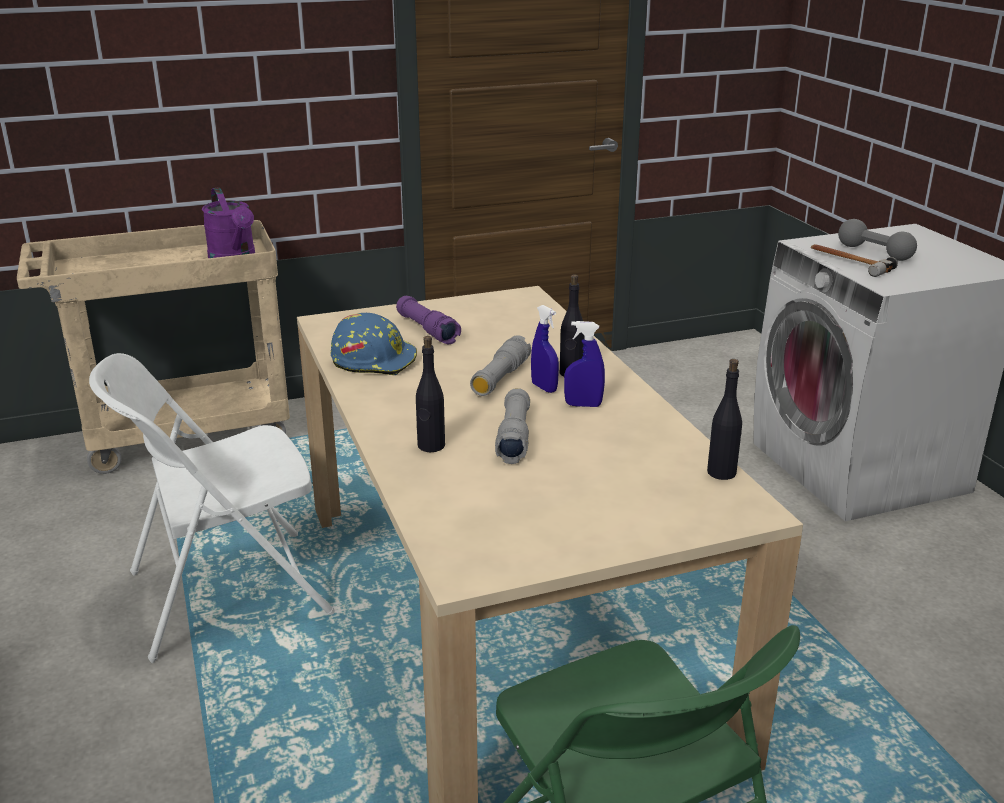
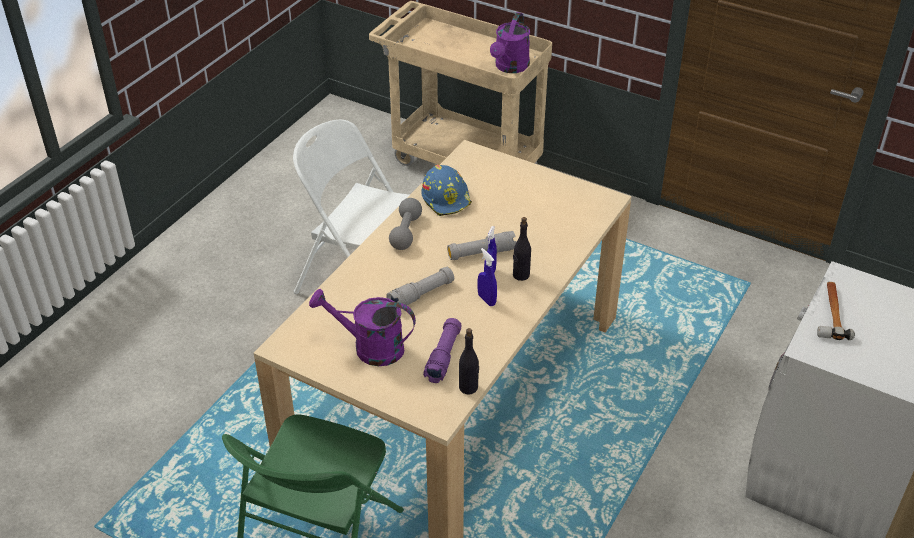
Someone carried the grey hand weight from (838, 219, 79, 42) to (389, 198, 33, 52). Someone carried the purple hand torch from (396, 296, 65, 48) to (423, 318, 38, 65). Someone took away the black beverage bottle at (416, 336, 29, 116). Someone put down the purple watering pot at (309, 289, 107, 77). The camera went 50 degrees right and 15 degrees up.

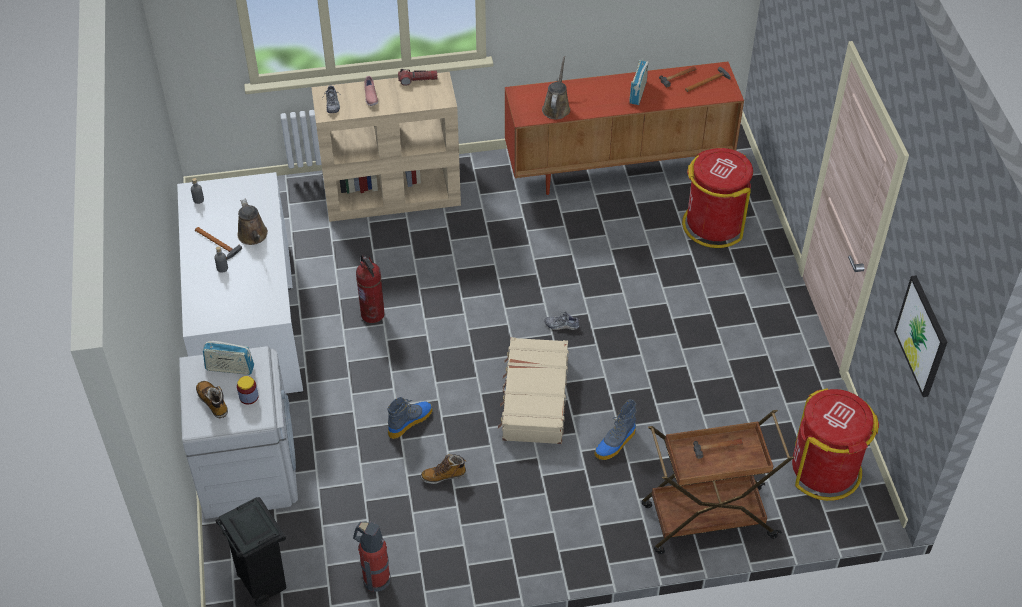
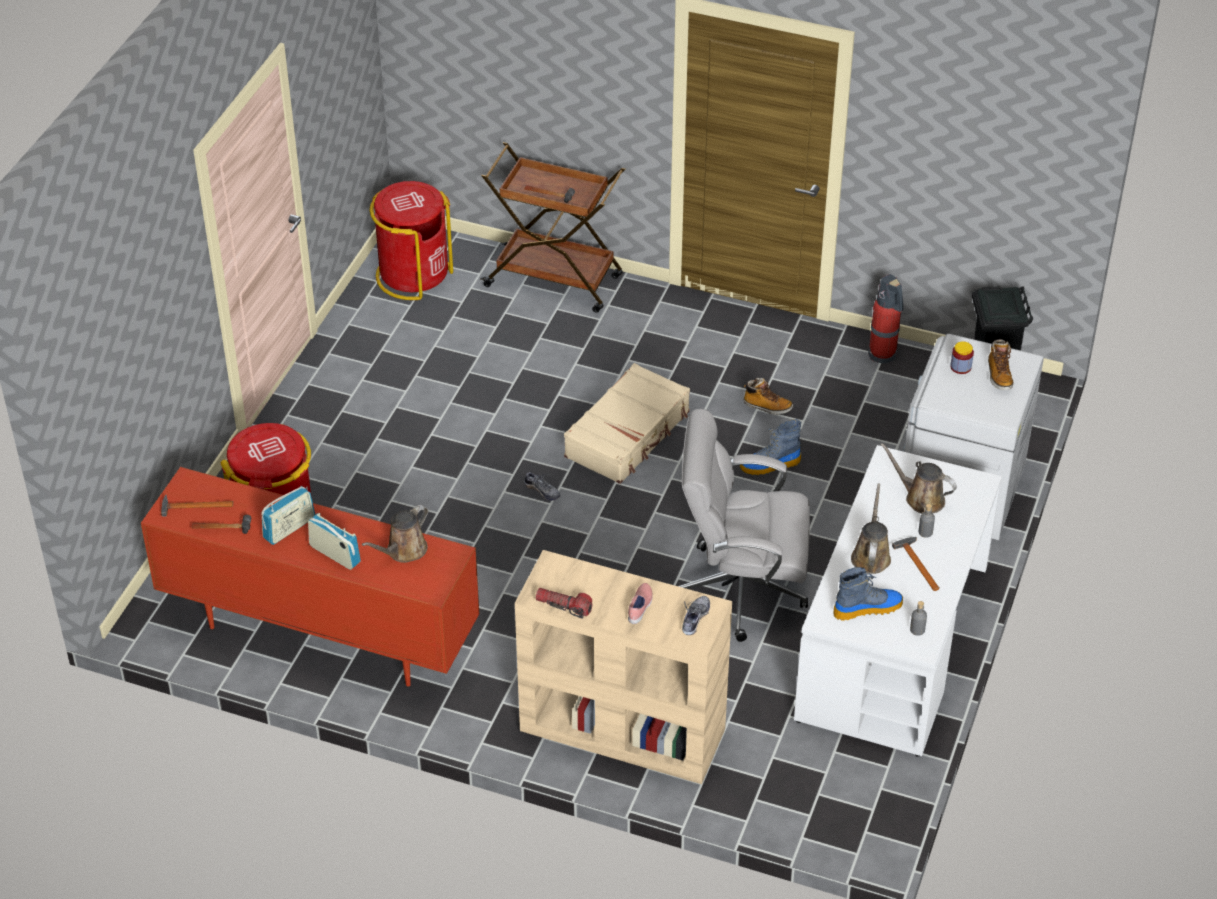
Someone swapped the extinguisher at (356, 254, 28, 69) for the grey computer chair at (678, 409, 132, 233). Someone took away the picture at (894, 275, 53, 122). Someone carried the radio from (203, 341, 51, 34) to (308, 513, 53, 57). Someone carried the boot from (594, 399, 42, 61) to (833, 567, 70, 54). Someone put down the brown watering pot at (880, 443, 77, 70). The camera went 150 degrees left and 5 degrees down.

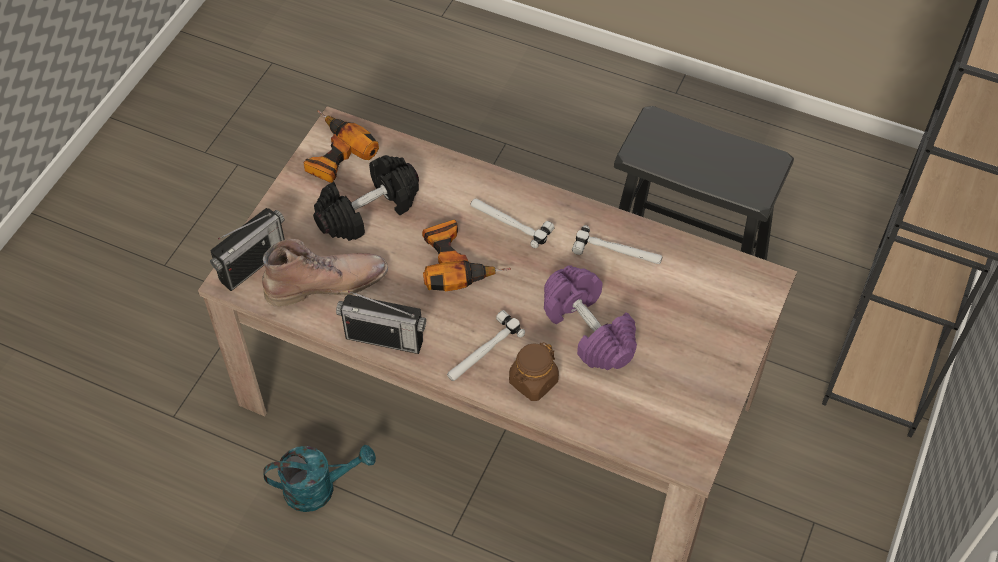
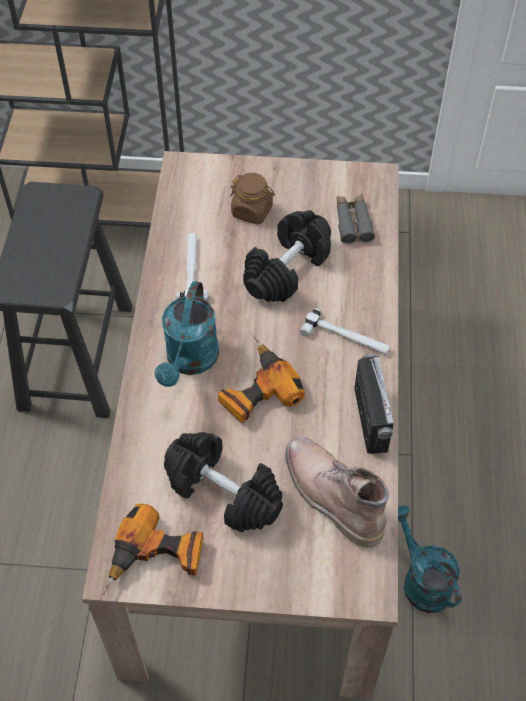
Someone swapped the hammer at (470, 198, 84, 50) for the turquoise watering pot at (155, 281, 64, 106). Someone took away the radio at (210, 208, 75, 83). Someone repainted the purple hand weight at (544, 265, 93, 105), which became the black hand weight at (243, 210, 88, 92). Someone carried the brown jar from (509, 342, 50, 59) to (230, 173, 45, 52). Someone put down the grey field glasses at (337, 194, 38, 50). The camera went 110 degrees left and 0 degrees up.

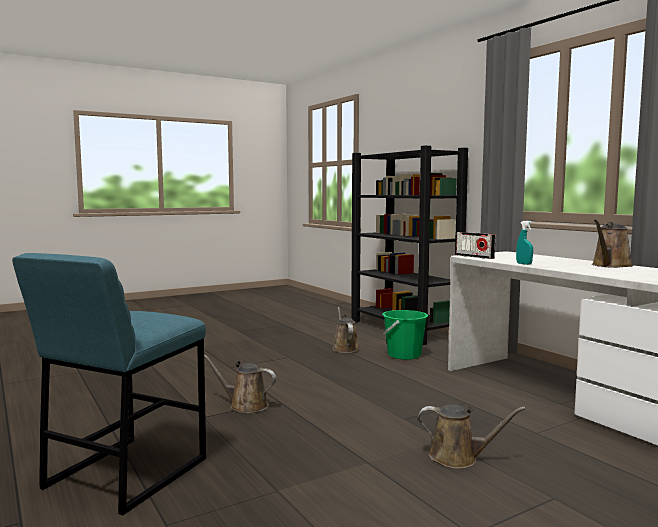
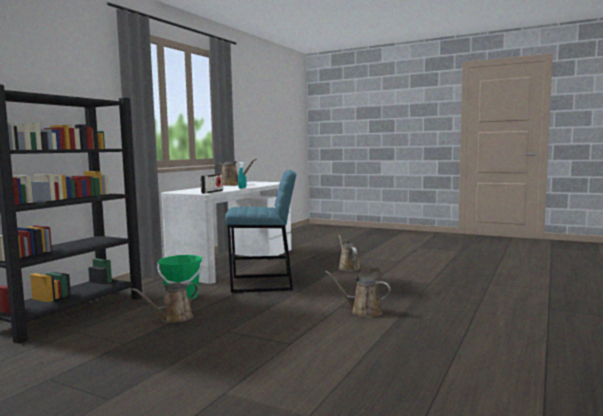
Someone carried the blue-coloured stool from (12, 253, 194, 262) to (225, 170, 72, 123). Someone rotated the brown watering pot at (204, 354, 72, 59) by 120 degrees clockwise. The camera went 120 degrees left and 0 degrees up.

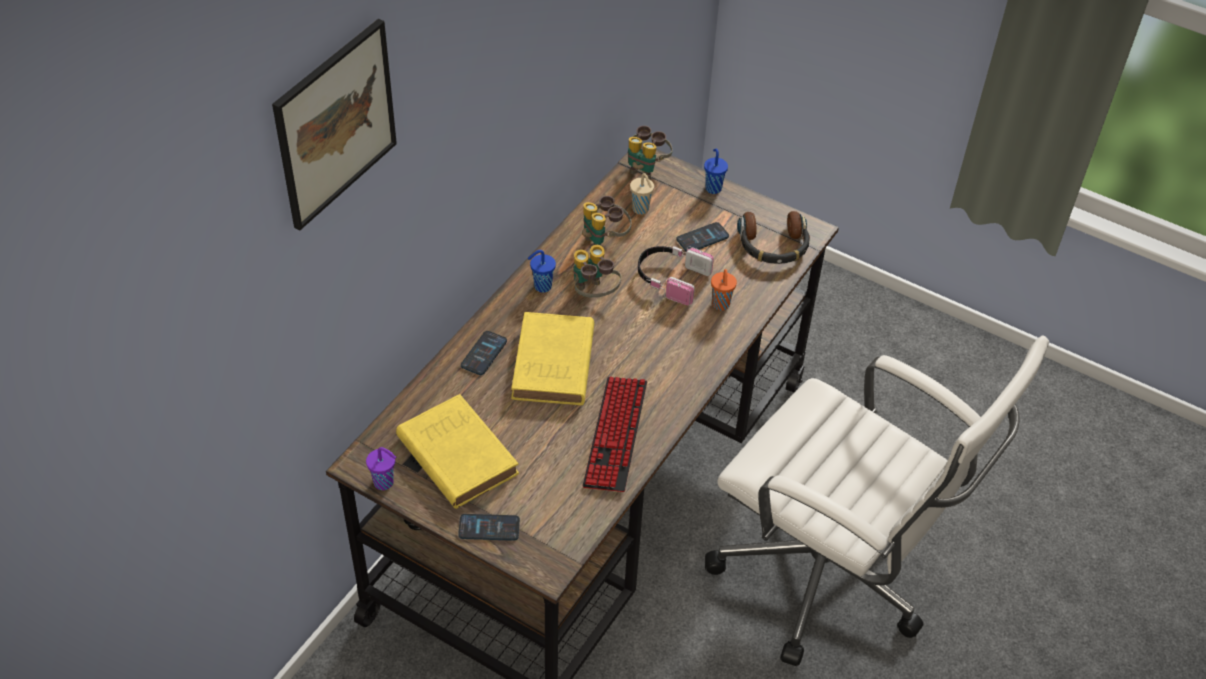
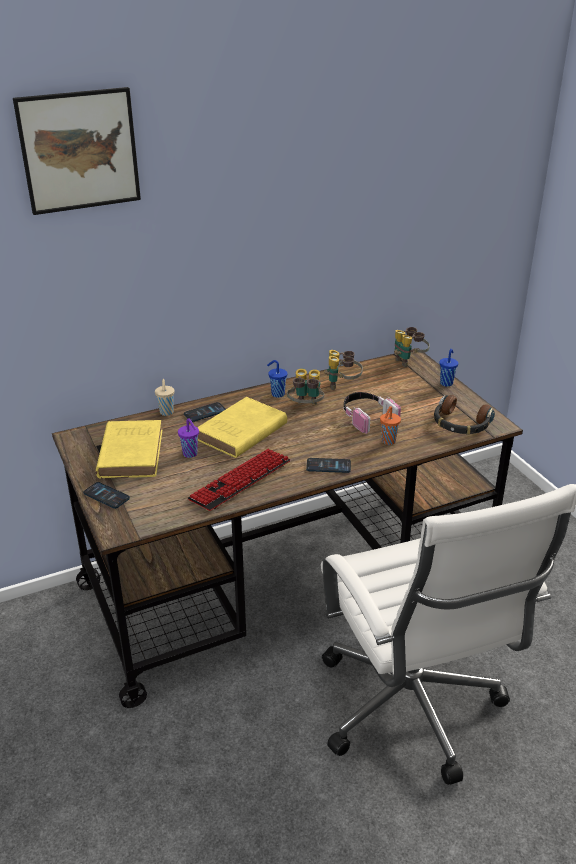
Someone carried the beige cup from (630, 173, 24, 41) to (155, 379, 19, 37). Someone carried the telephone from (676, 222, 53, 30) to (306, 458, 45, 15). Someone carried the purple cup from (366, 447, 30, 43) to (178, 418, 21, 40). The camera went 35 degrees right and 15 degrees down.

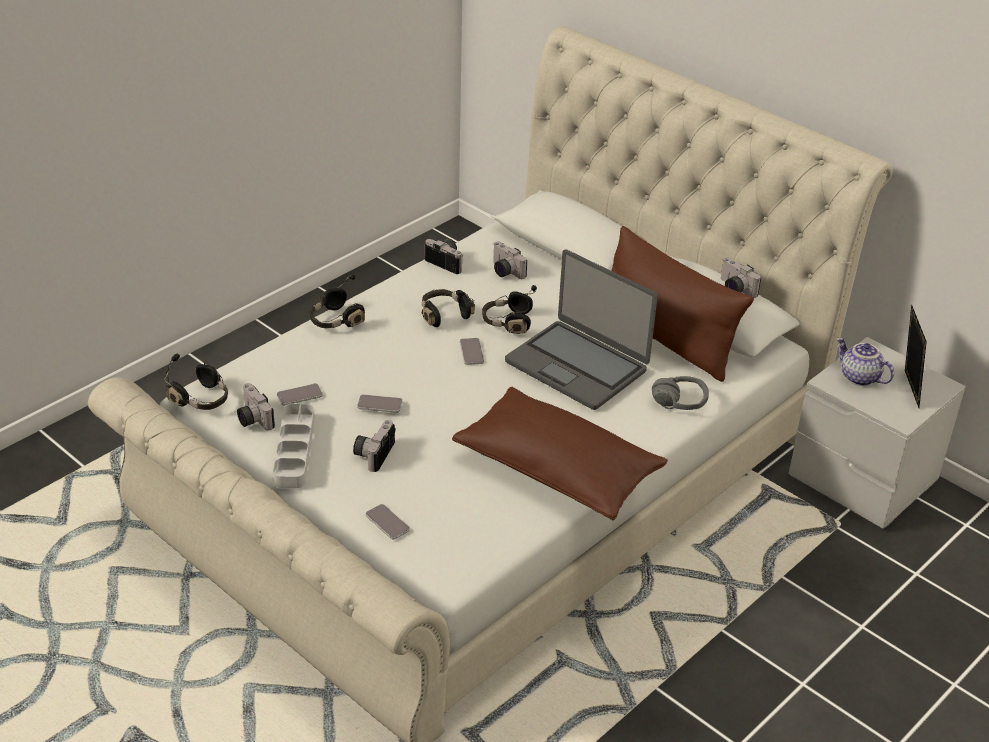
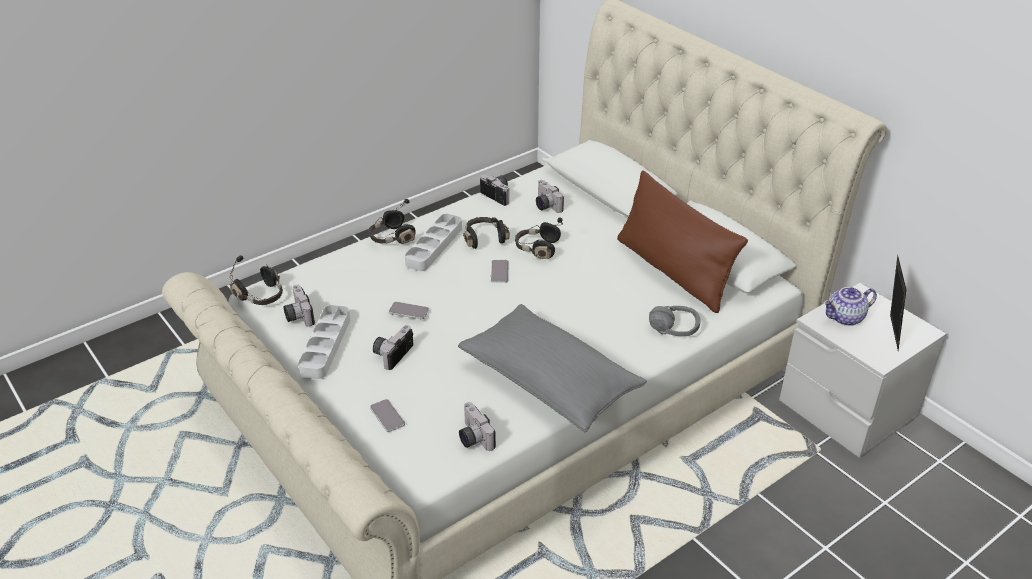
Someone took away the portable computer at (505, 249, 153, 161). Someone carried the still camera from (721, 257, 40, 41) to (459, 402, 37, 49). Someone rotated the teapot at (836, 337, 58, 49) by 75 degrees counterclockwise. Someone took away the telephone at (277, 383, 46, 22). Someone repainted the brown pillow at (452, 387, 216, 133), which became the grey pillow at (458, 304, 189, 128). Someone put down the grey tray at (405, 214, 57, 57). The camera went 10 degrees right and 0 degrees up.

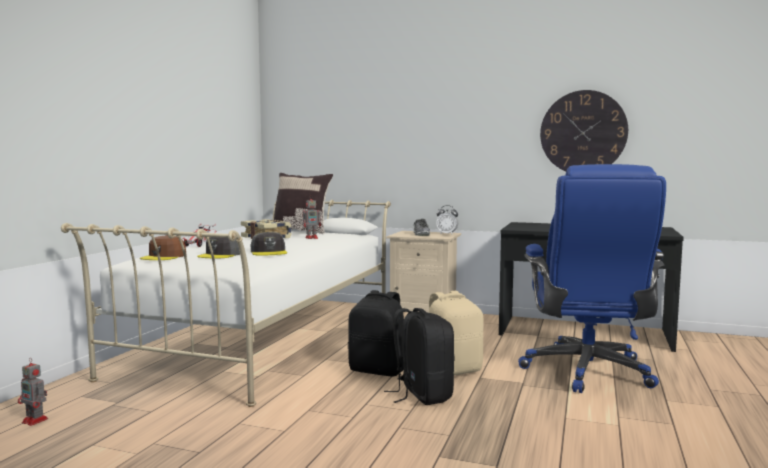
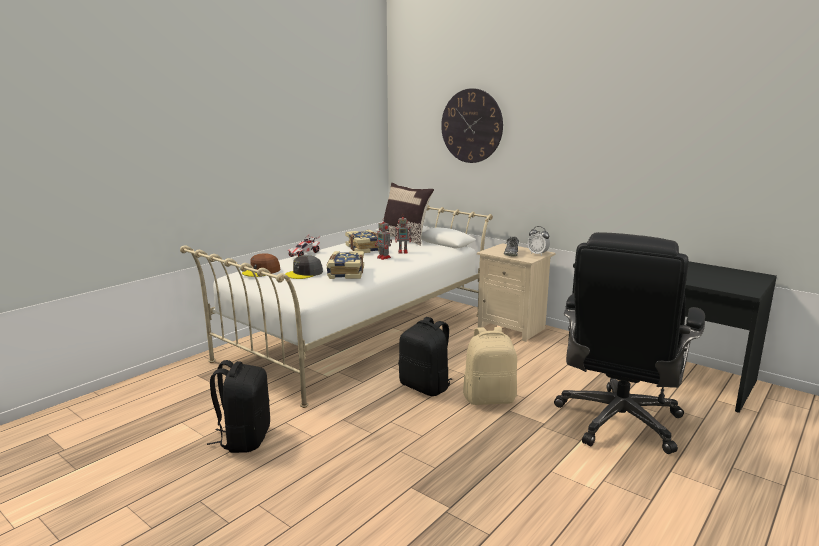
Someone carried the clock on the wall from (540, 90, 88, 81) to (441, 88, 62, 75). Someone repainted the blue-coloured computer chair at (518, 164, 148, 229), which became the black computer chair at (554, 232, 151, 222). Someone swapped the grey baseball cap at (251, 232, 36, 23) for the bound book at (327, 251, 37, 28). Someone carried the black knapsack from (384, 308, 70, 97) to (207, 360, 63, 93). Someone carried the robot figure from (18, 359, 30, 67) to (375, 222, 17, 38). The camera went 20 degrees right and 10 degrees up.

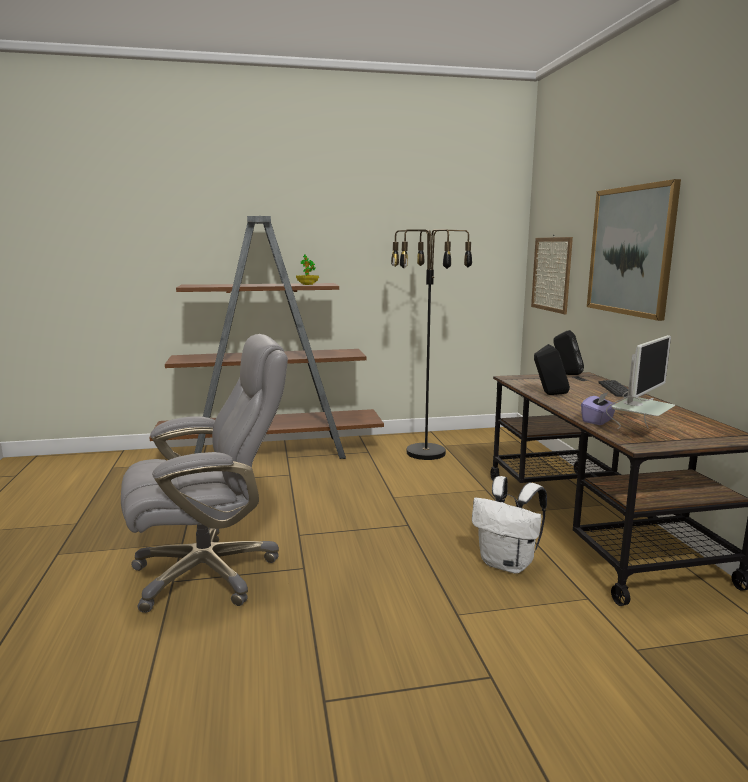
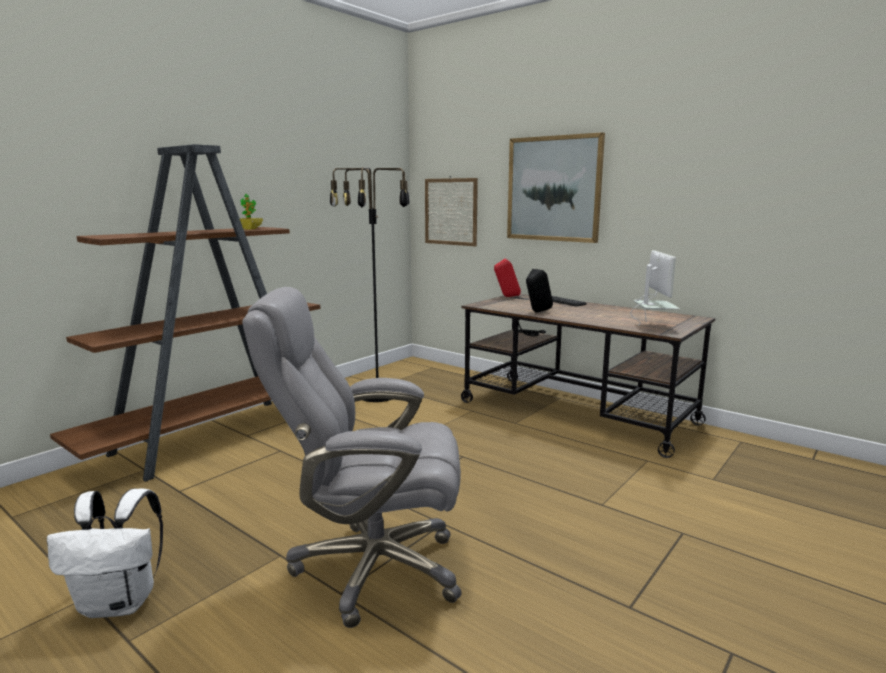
Someone repainted the black loudspeaker at (553, 330, 31, 45), which became the reddish loudspeaker at (494, 259, 27, 38). Someone rotated the grey computer chair at (121, 334, 167, 279) by 120 degrees counterclockwise. Someone took away the purple tissue holder at (581, 392, 34, 33). Someone carried the white knapsack from (472, 476, 75, 98) to (47, 488, 116, 130). The camera went 40 degrees left and 0 degrees up.

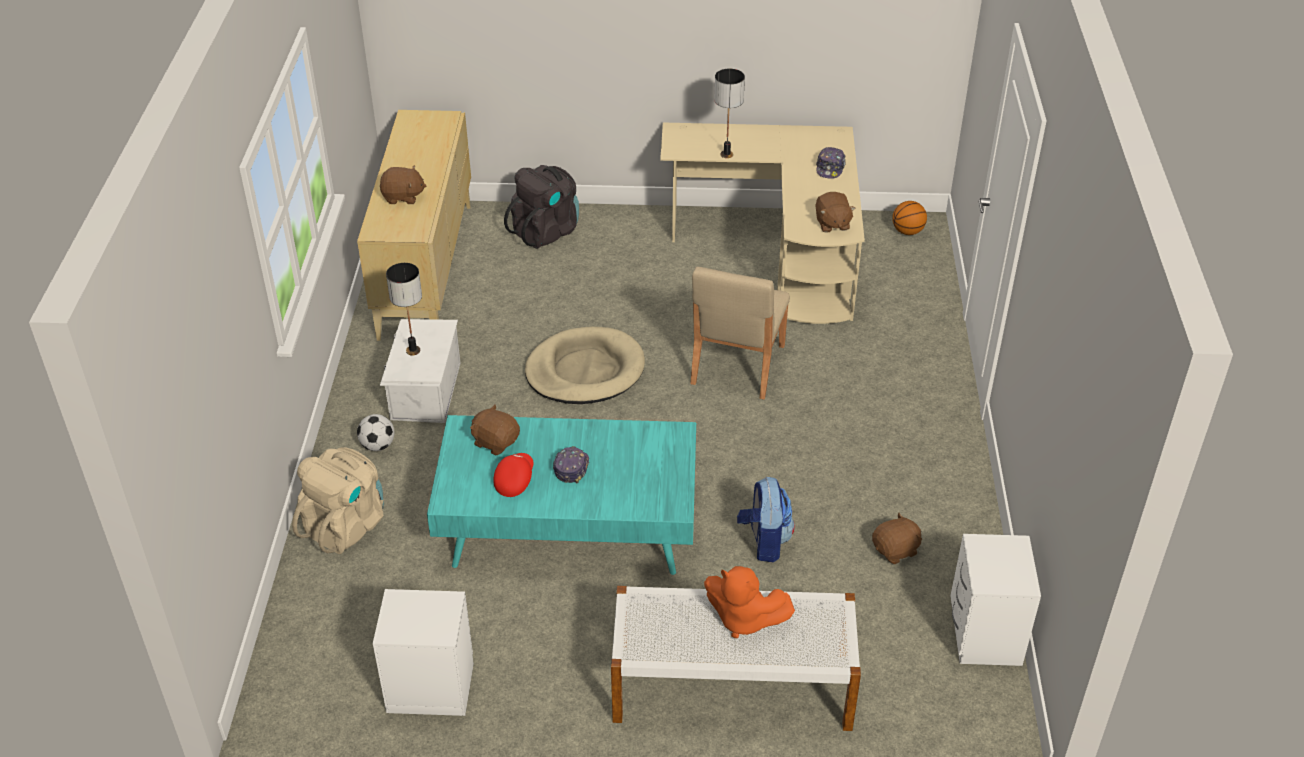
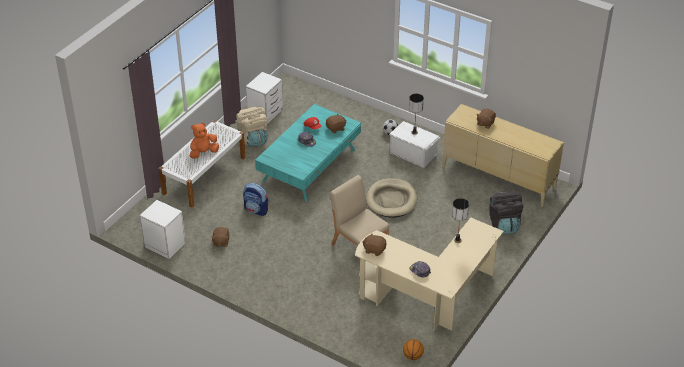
Someone carried the beige knapsack from (292, 447, 92, 107) to (236, 107, 32, 39). The camera went 120 degrees right and 0 degrees up.

